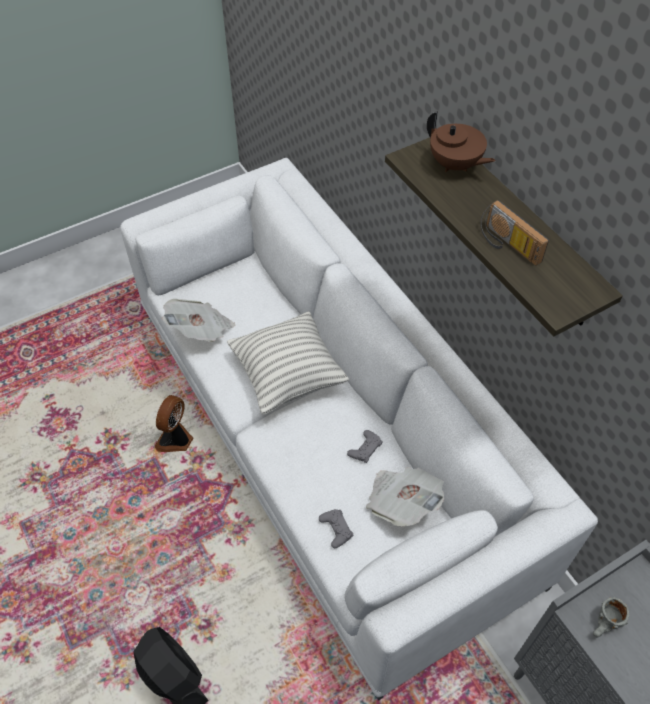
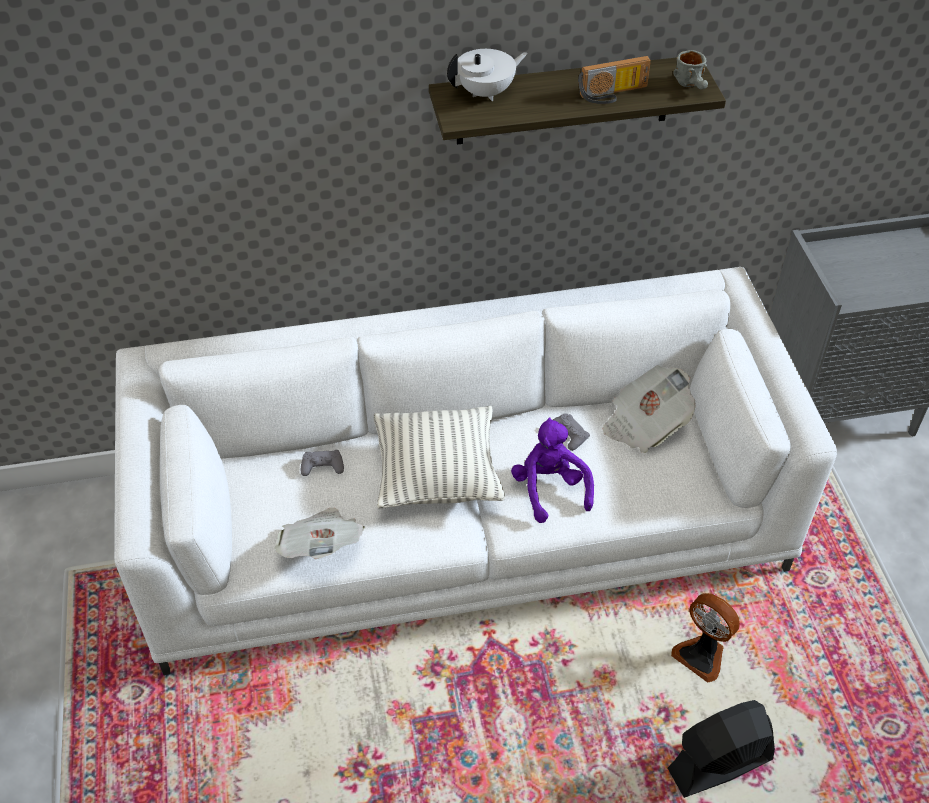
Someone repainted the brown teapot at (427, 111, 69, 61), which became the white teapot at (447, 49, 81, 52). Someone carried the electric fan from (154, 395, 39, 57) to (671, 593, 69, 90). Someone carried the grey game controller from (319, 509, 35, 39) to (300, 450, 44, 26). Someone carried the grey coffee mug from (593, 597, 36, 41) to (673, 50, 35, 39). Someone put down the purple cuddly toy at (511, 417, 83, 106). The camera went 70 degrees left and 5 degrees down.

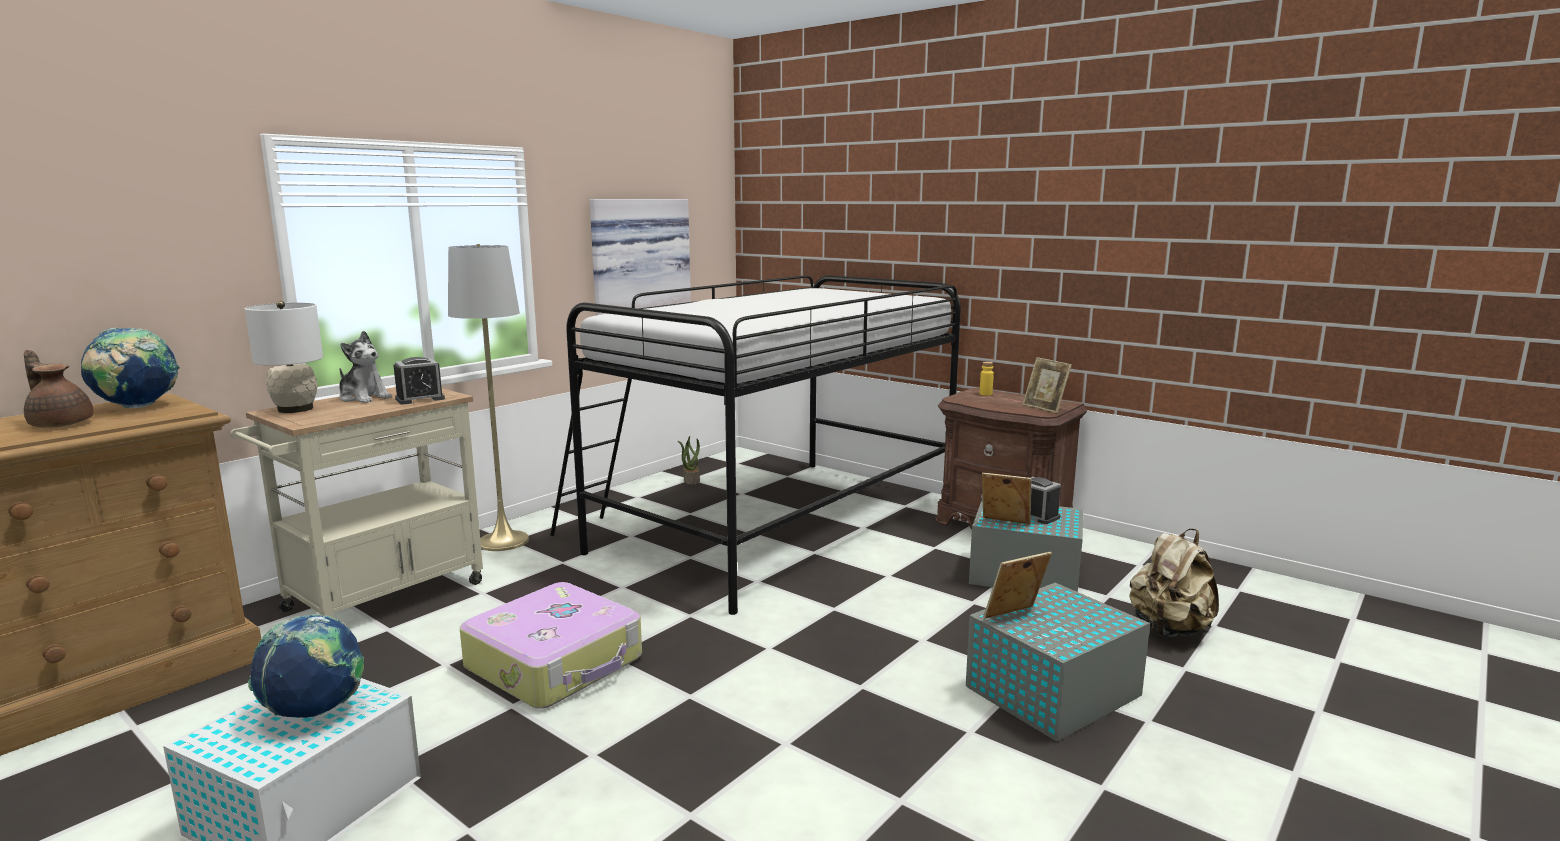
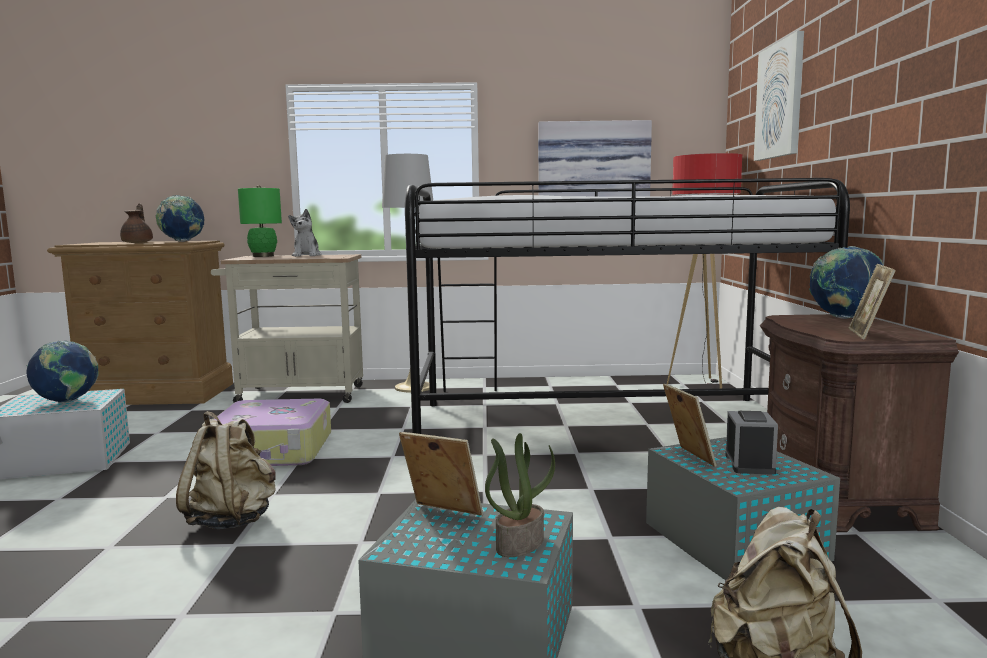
Someone repainted the white table lamp at (245, 301, 78, 112), which became the green-coloured table lamp at (238, 185, 44, 72). Someone took away the table clock at (393, 357, 52, 48). Someone swapped the yellowish beverage bottle at (980, 362, 14, 34) for the globe at (809, 246, 75, 73). Someone carried the houseplant from (678, 436, 22, 49) to (485, 433, 70, 124). Someone put up the picture at (754, 31, 50, 130). Someone put down the standing lamp at (667, 153, 75, 235). Someone put down the beige knapsack at (176, 411, 100, 118). The camera went 50 degrees right and 5 degrees down.

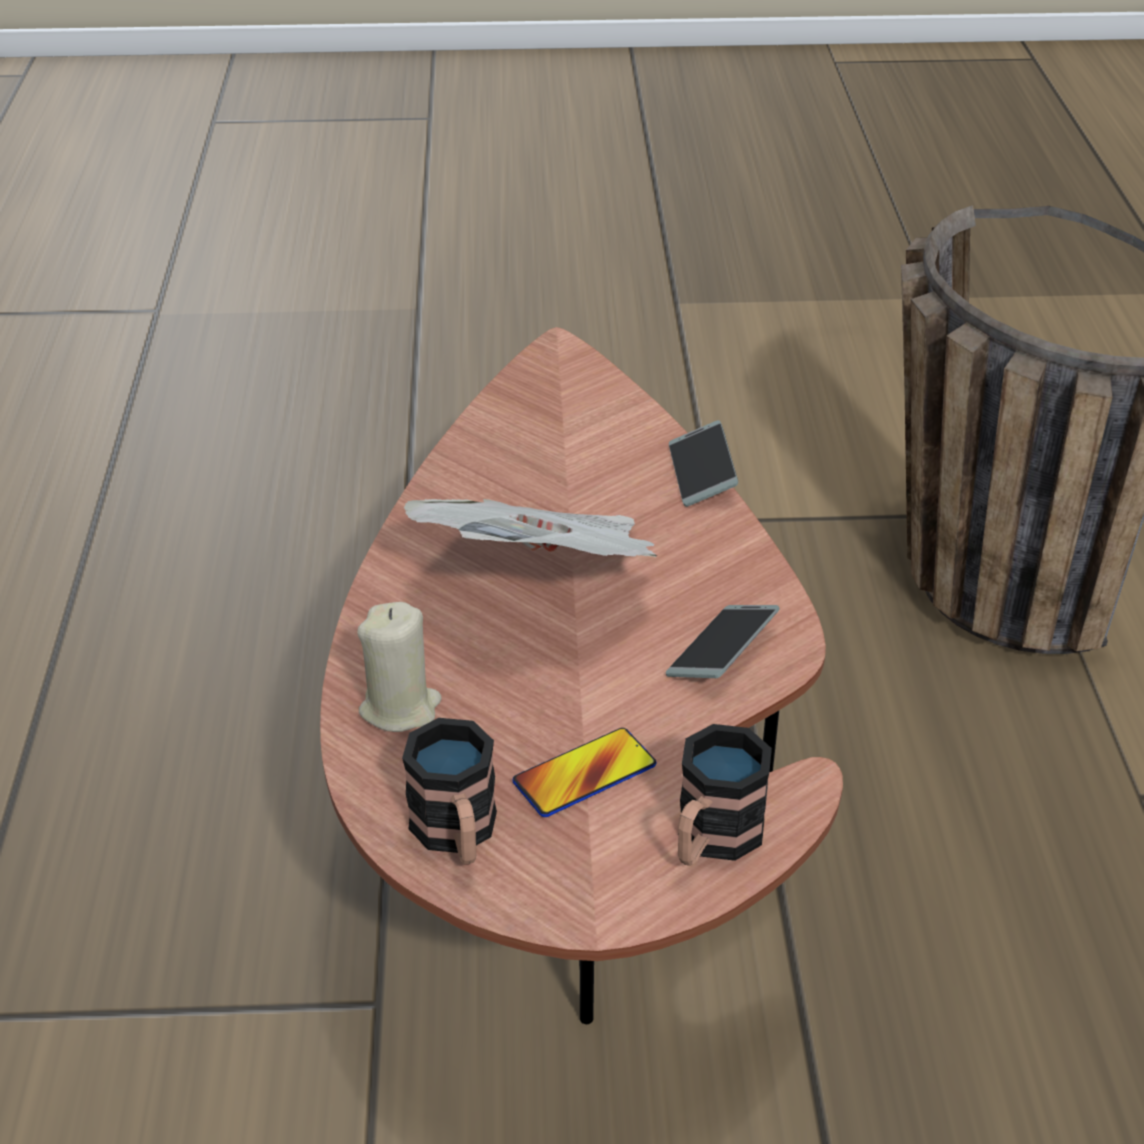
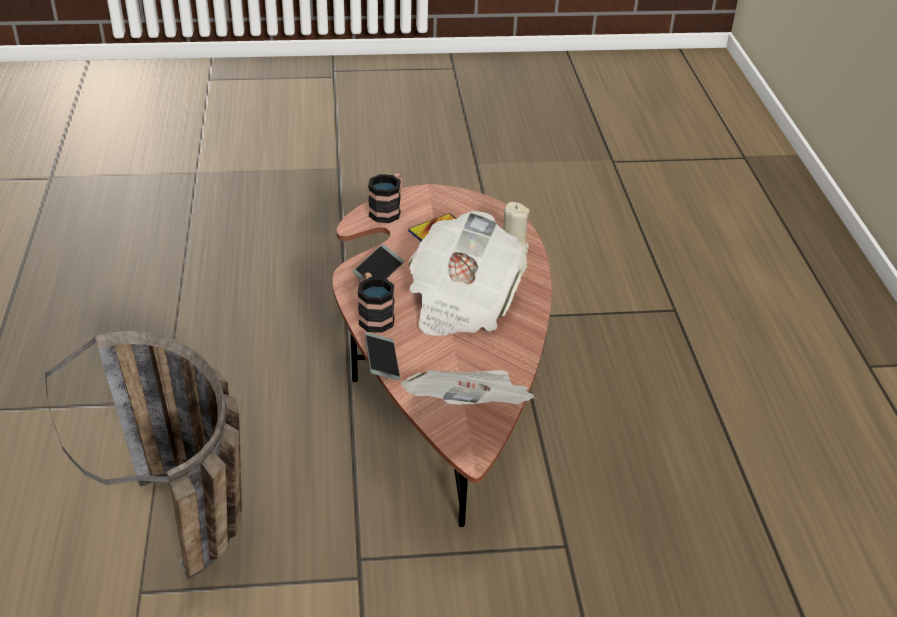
Someone carried the coffee mug from (402, 718, 95, 146) to (358, 272, 37, 61). Someone put down the daily paper at (401, 370, 135, 35). The camera went 175 degrees right and 0 degrees up.

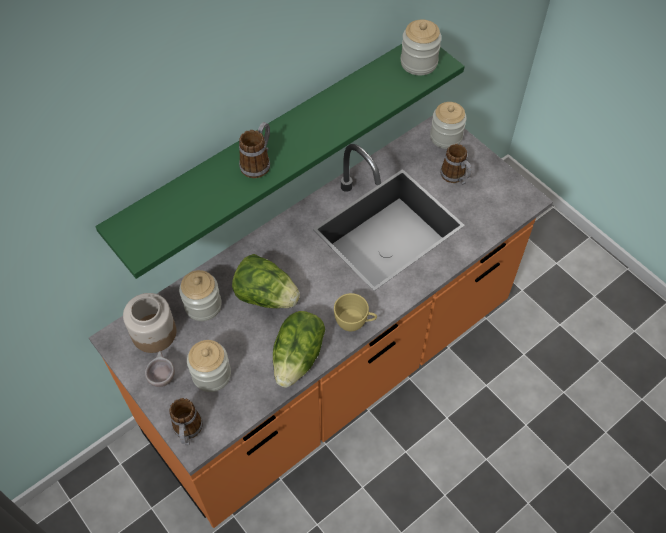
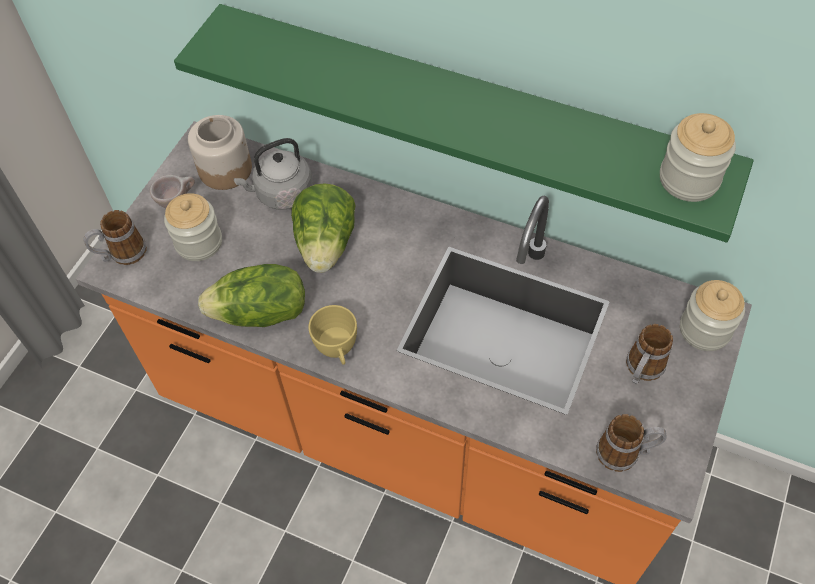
Someone carried the coffee mug from (239, 122, 31, 56) to (596, 414, 71, 58). Someone swapped the jar at (179, 270, 43, 51) for the grey kettle at (234, 138, 79, 72). The camera went 65 degrees right and 0 degrees up.

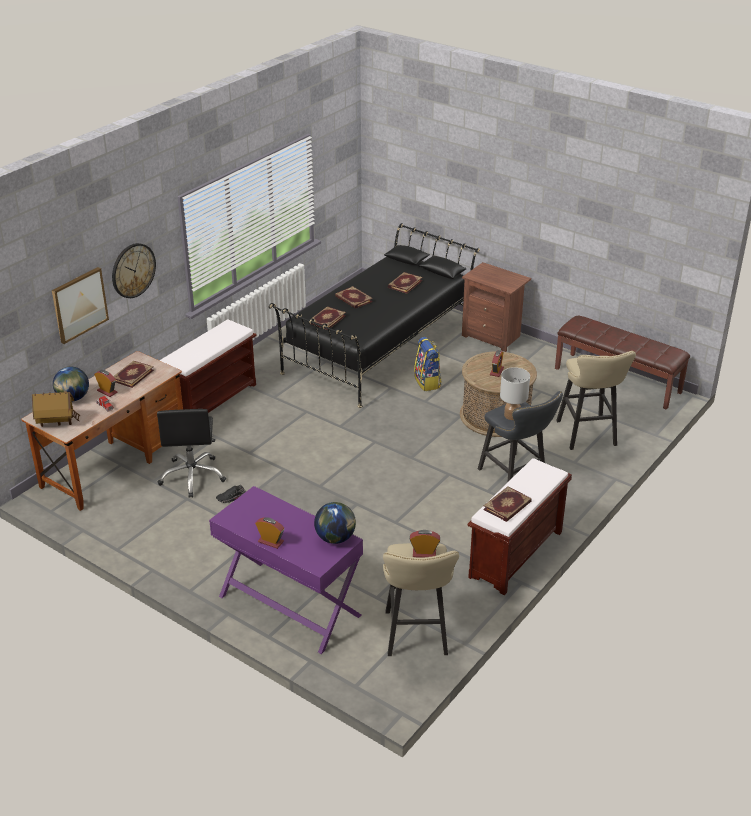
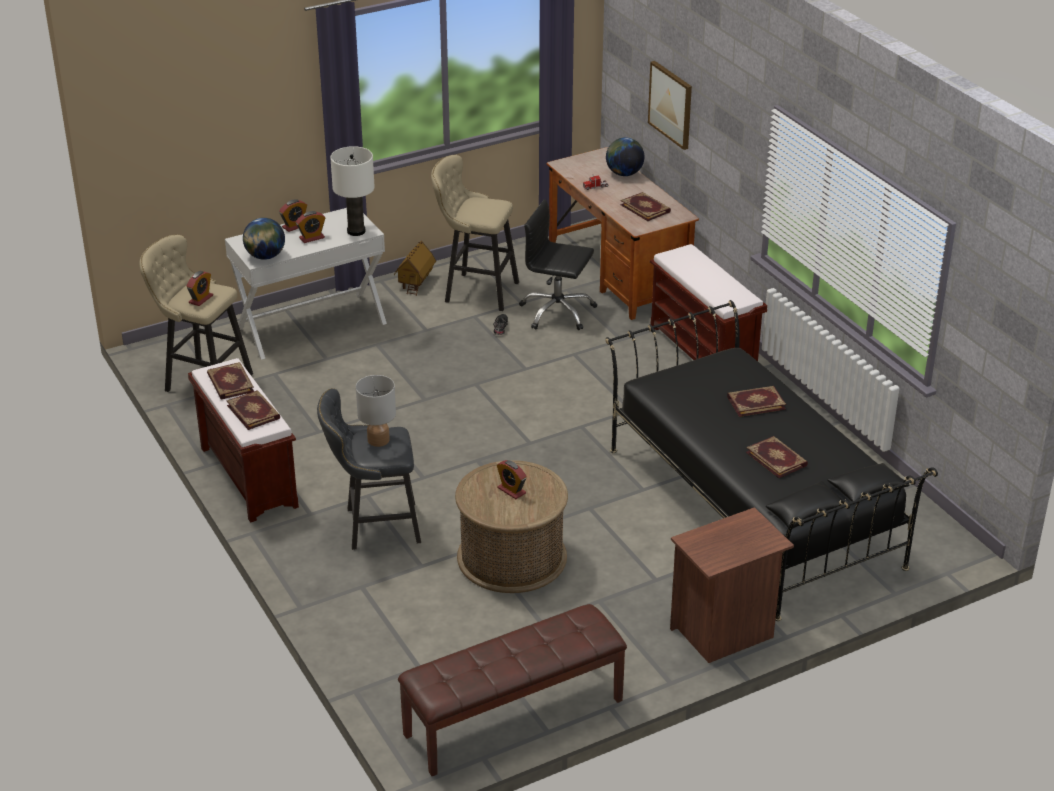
Someone took away the clock on the wall at (112, 243, 44, 55). Someone carried the bound book from (311, 306, 35, 24) to (226, 390, 54, 40). Someone took away the knapsack at (414, 337, 28, 54). Someone carried the beige stool from (556, 351, 80, 99) to (431, 155, 88, 156). Someone carried the table clock from (94, 370, 24, 27) to (296, 211, 29, 32). Someone carried the miniature house from (32, 391, 48, 36) to (394, 241, 42, 55). Someone repainted the purple hall table at (209, 486, 154, 168), which became the white hall table at (225, 208, 162, 152). Someone put down the white table lamp at (330, 146, 45, 90). The camera went 115 degrees right and 0 degrees up.

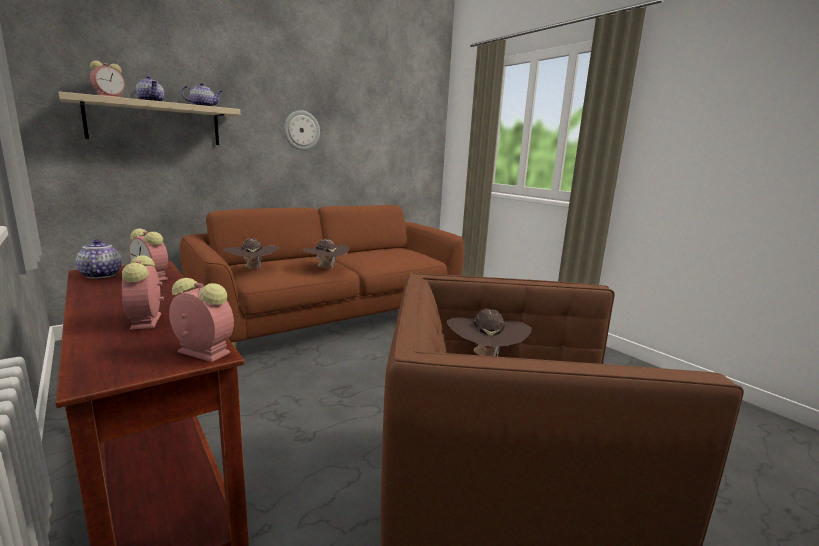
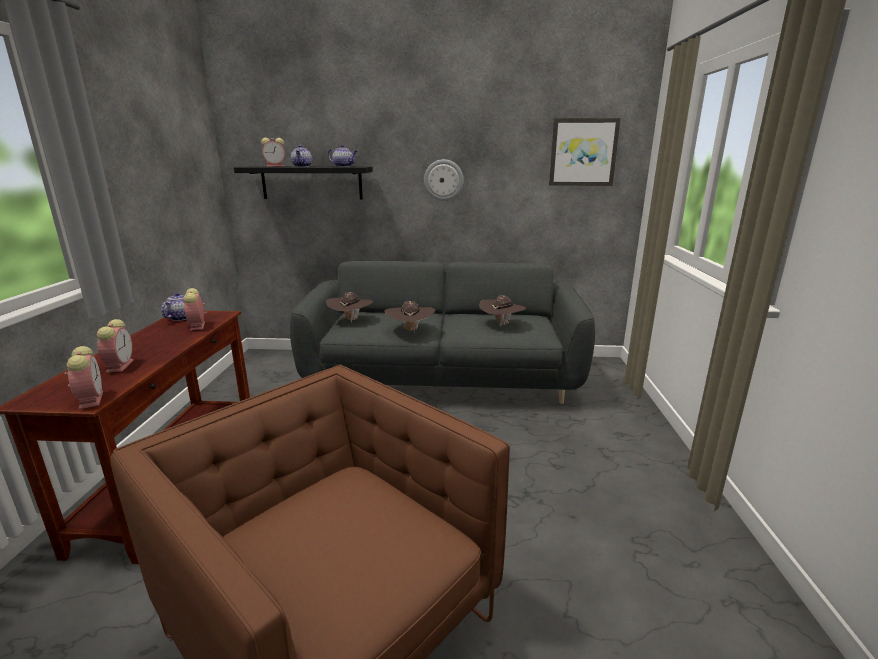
Someone repainted the beige shelf at (58, 91, 182, 54), which became the black shelf at (234, 166, 139, 33). Someone repainted the brown settee at (180, 205, 284, 143), which became the grey settee at (290, 261, 305, 143). Someone rotated the table clock at (122, 255, 42, 75) by 150 degrees clockwise. Someone carried the brown wearable hat from (446, 309, 86, 48) to (479, 296, 47, 31). Someone put up the picture at (549, 118, 72, 68). The camera went 40 degrees right and 5 degrees up.

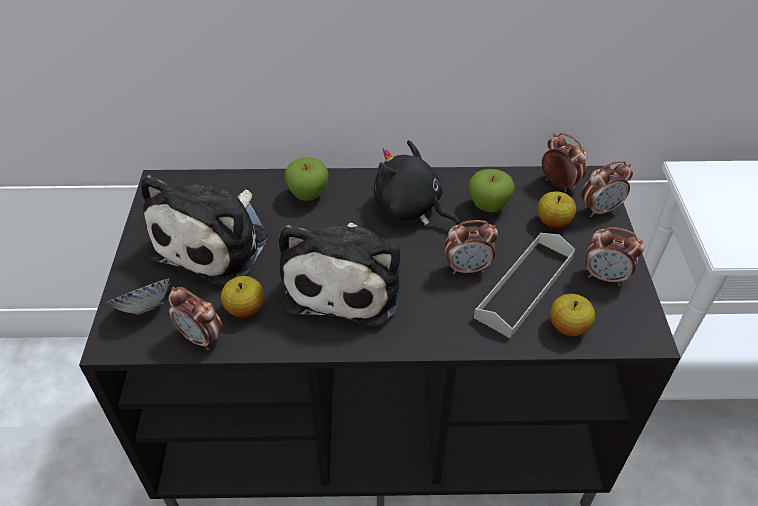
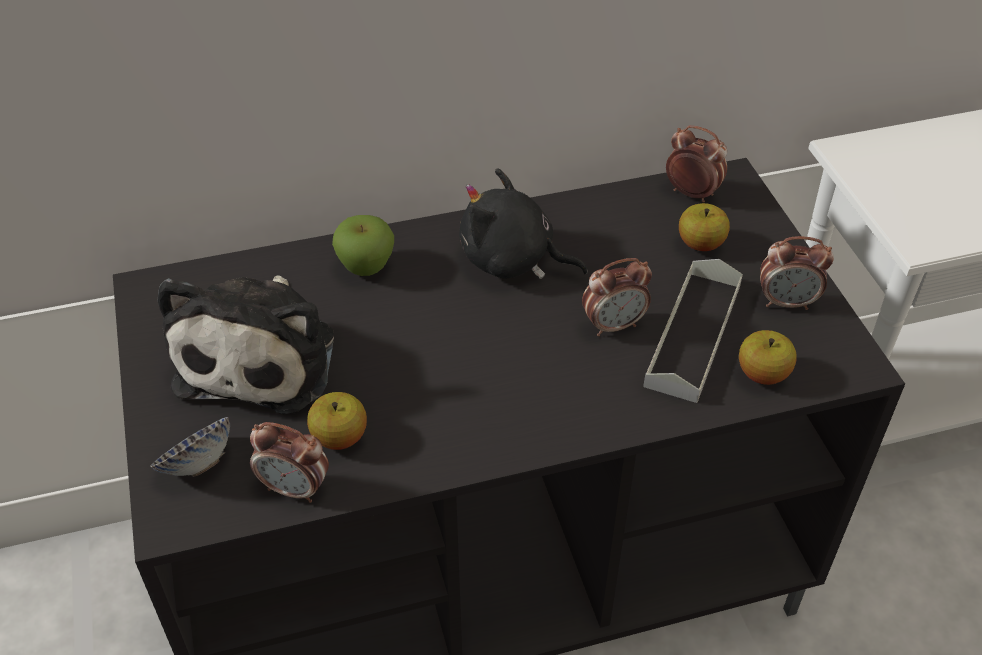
Someone took away the table clock at (581, 161, 52, 56). Someone took away the whole apple at (468, 169, 47, 43). Someone took away the cuddly toy at (279, 223, 121, 104). The camera went 15 degrees left and 0 degrees up.

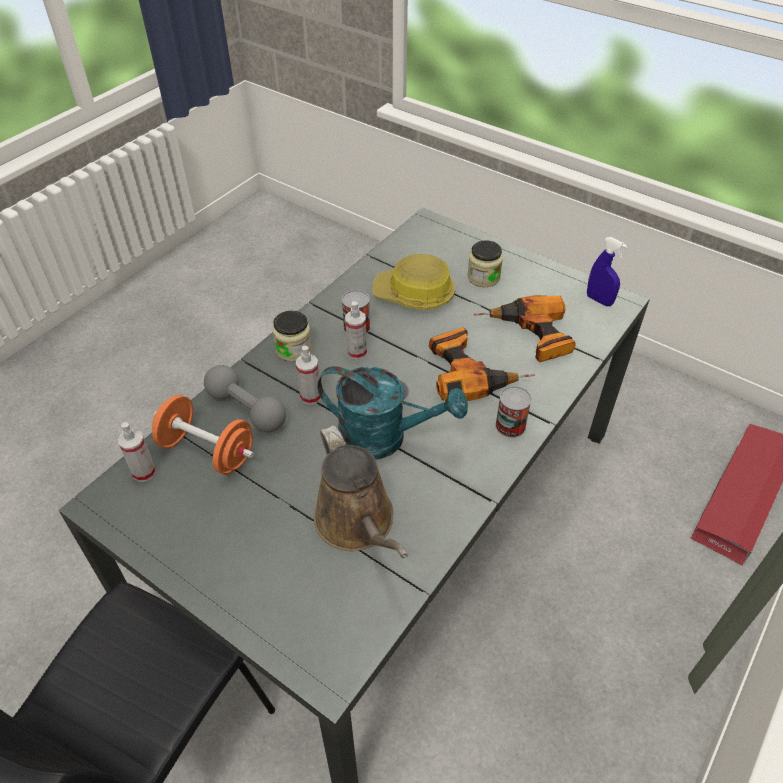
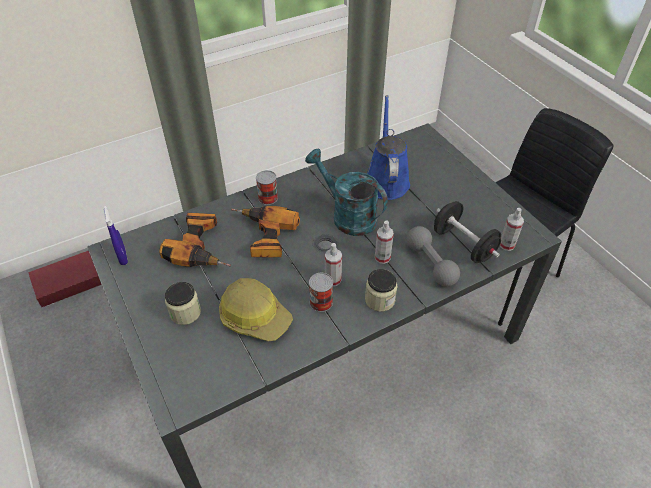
Someone repainted the orange hand weight at (152, 395, 102, 80), which became the black hand weight at (434, 201, 67, 62). Someone repainted the brown watering pot at (314, 425, 94, 133), which became the blue-coloured watering pot at (367, 95, 43, 105). The camera went 155 degrees left and 0 degrees up.

